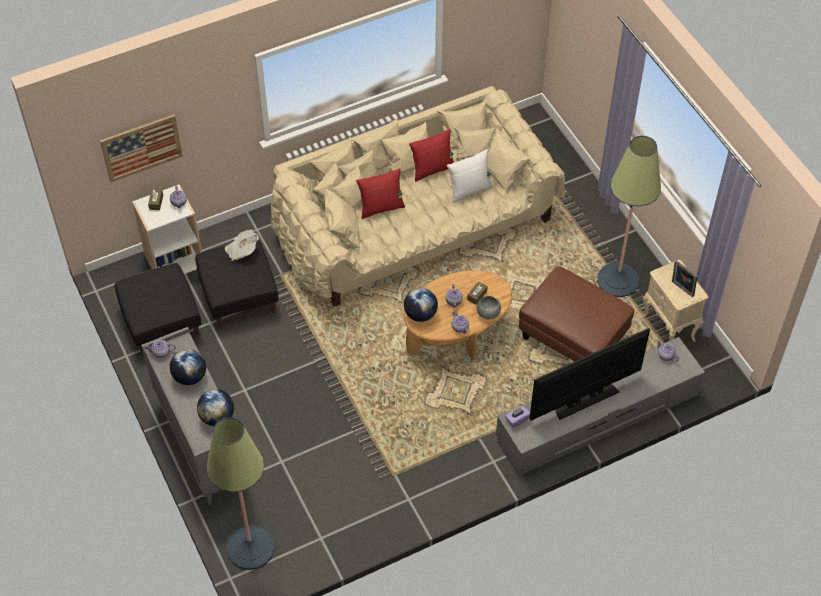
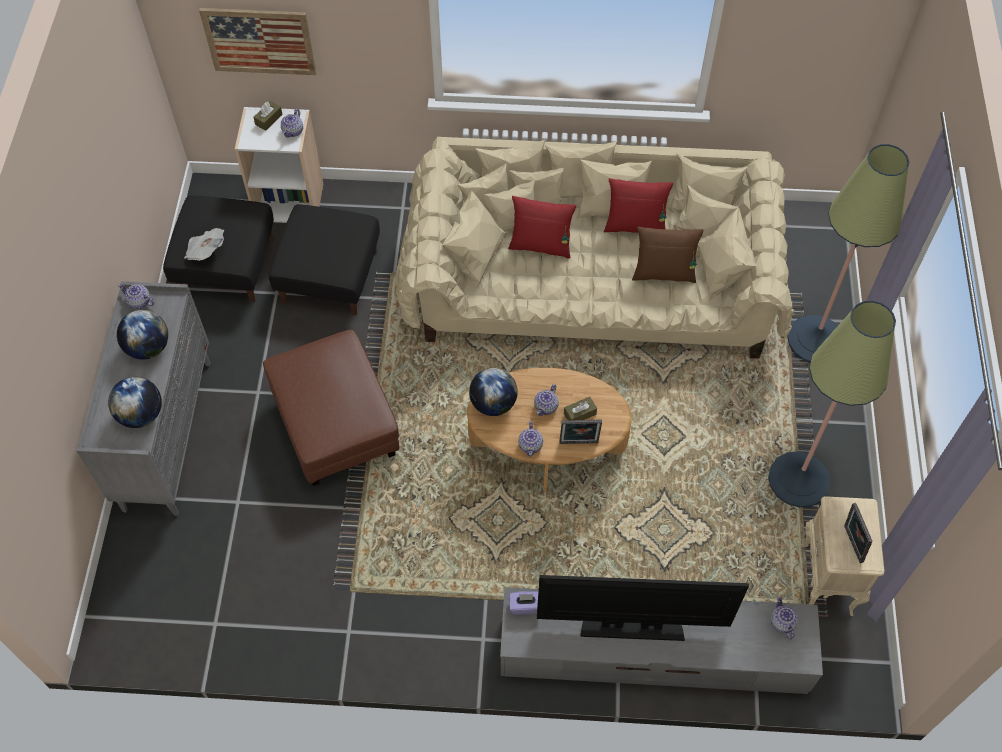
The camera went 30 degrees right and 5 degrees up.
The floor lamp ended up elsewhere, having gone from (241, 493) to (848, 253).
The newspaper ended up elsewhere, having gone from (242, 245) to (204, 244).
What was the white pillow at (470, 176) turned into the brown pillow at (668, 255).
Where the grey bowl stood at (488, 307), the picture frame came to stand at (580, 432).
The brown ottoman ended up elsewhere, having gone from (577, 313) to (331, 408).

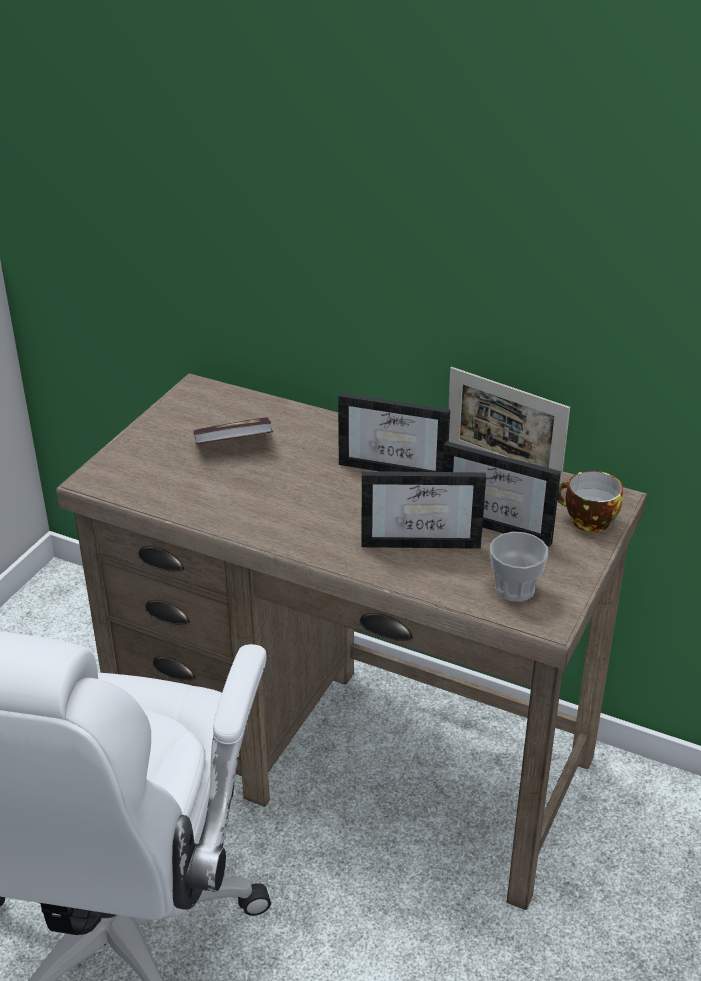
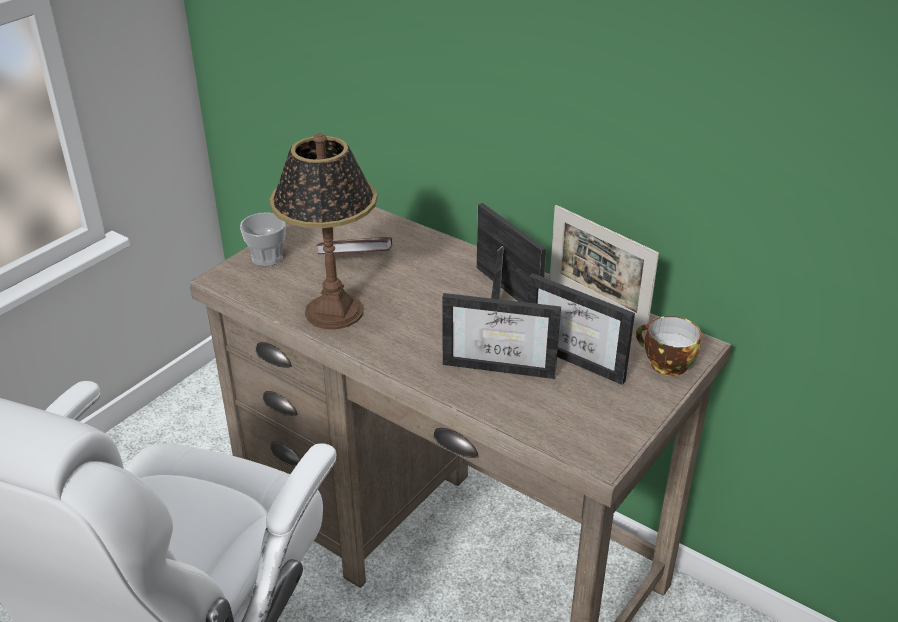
The camera went 10 degrees right and 0 degrees up.
The picture frame at (394, 432) ended up facing another way, 150 degrees counterclockwise from before.
The cup ended up elsewhere, having gone from (519, 567) to (263, 239).
The second view gained the table lamp at (323, 231).

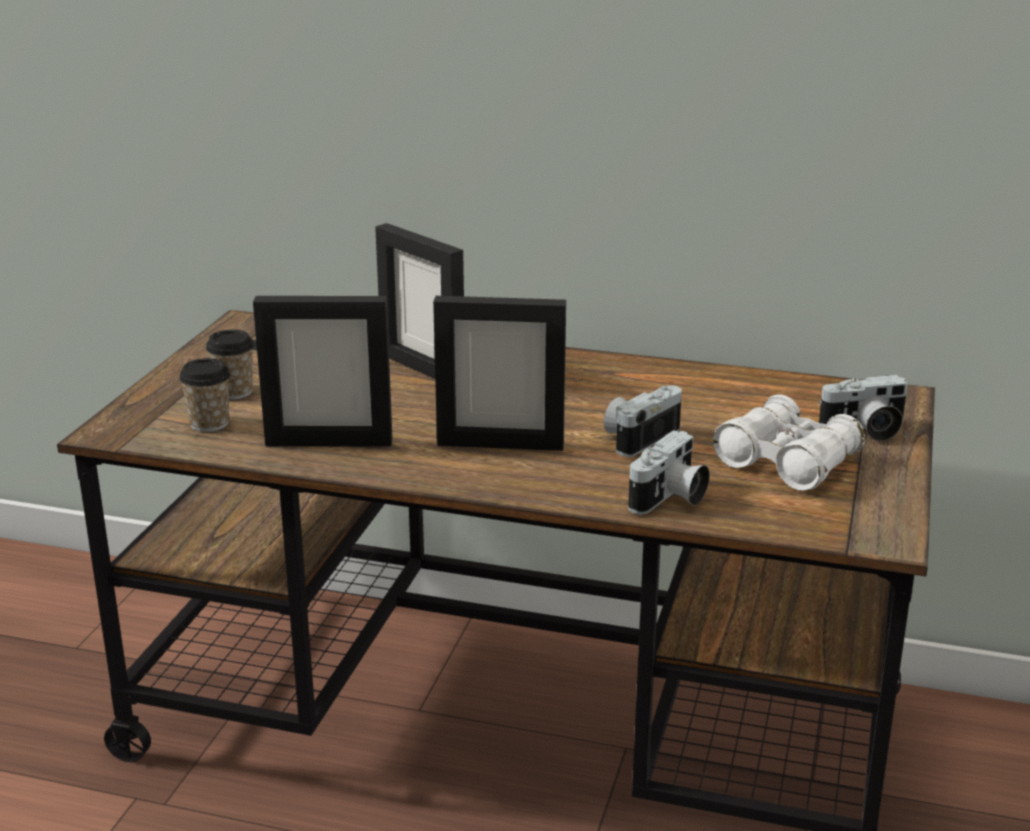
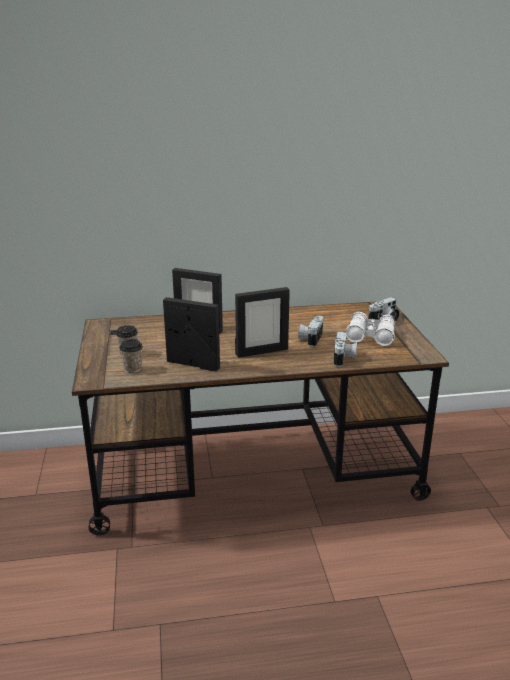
The camera went 25 degrees left and 0 degrees up.
The picture frame at (323, 371) ended up facing another way, 135 degrees counterclockwise from before.

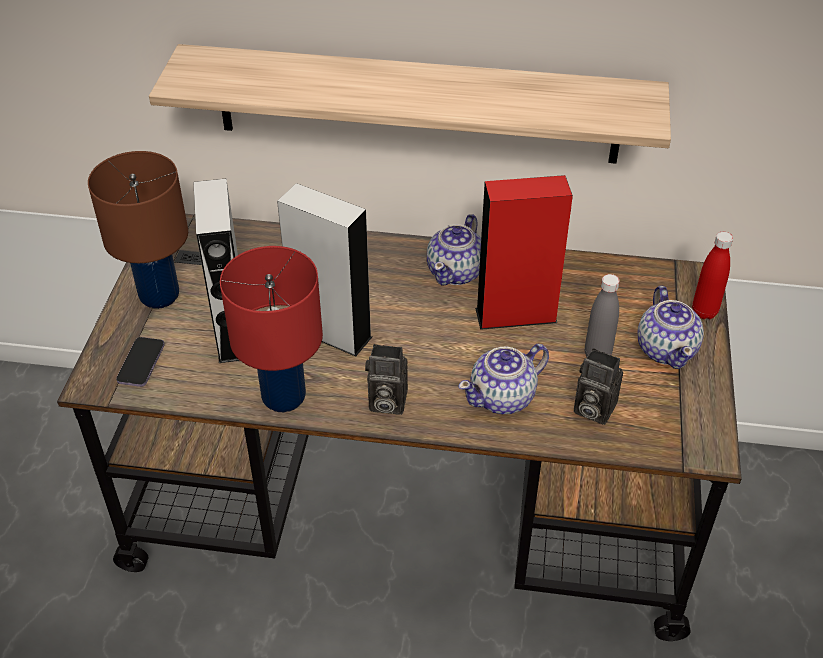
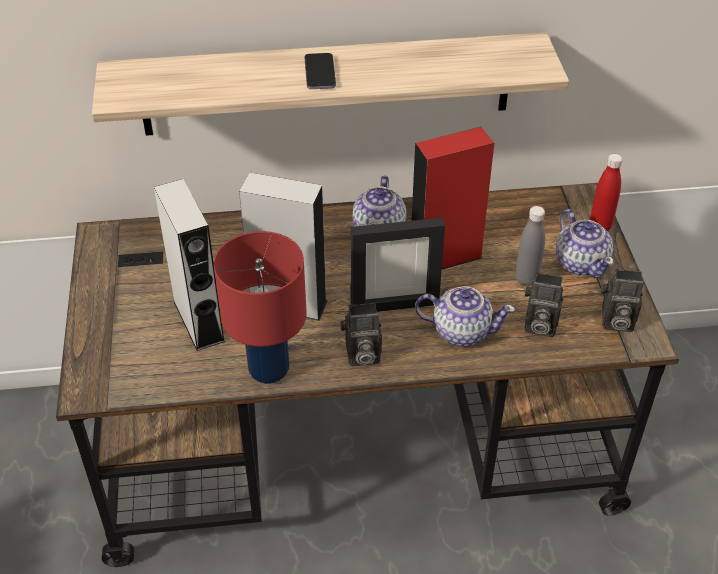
The camera went 15 degrees left and 0 degrees up.
The second view lost the brown table lamp at (138, 230).
The phone ended up elsewhere, having gone from (140, 362) to (320, 71).
The teapot at (503, 379) ended up facing another way, 120 degrees counterclockwise from before.
The second view gained the picture frame at (398, 265).
The second view gained the photo camera at (623, 300).

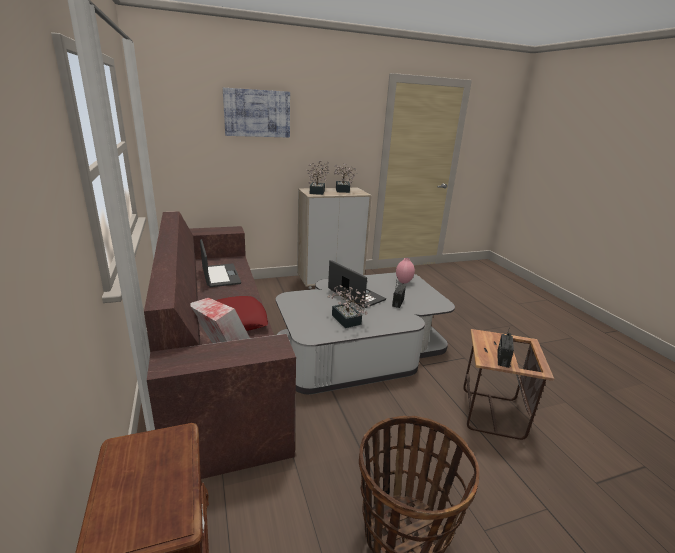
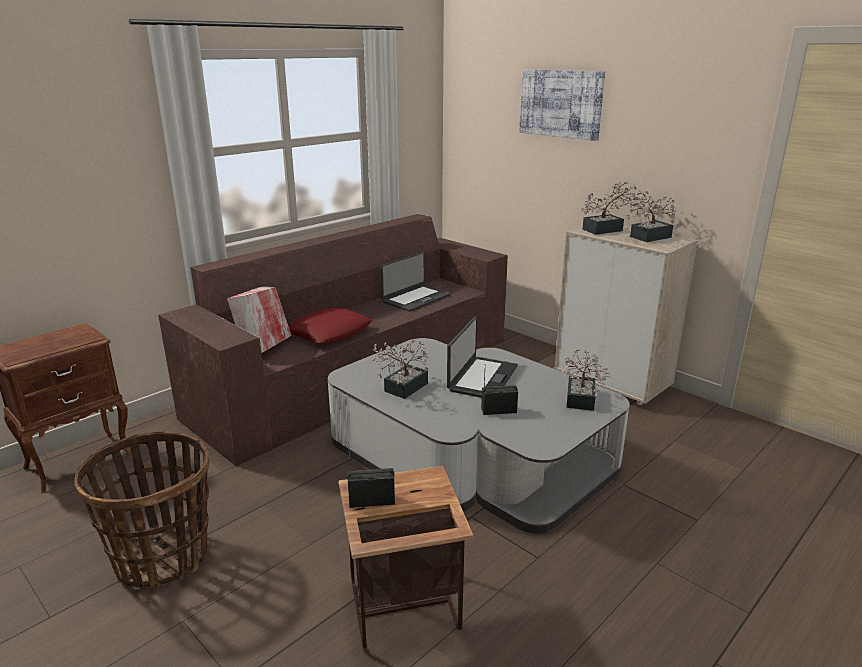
The camera went 65 degrees right and 0 degrees up.
Where the pink vase stood at (405, 271), the potted plant came to stand at (586, 380).

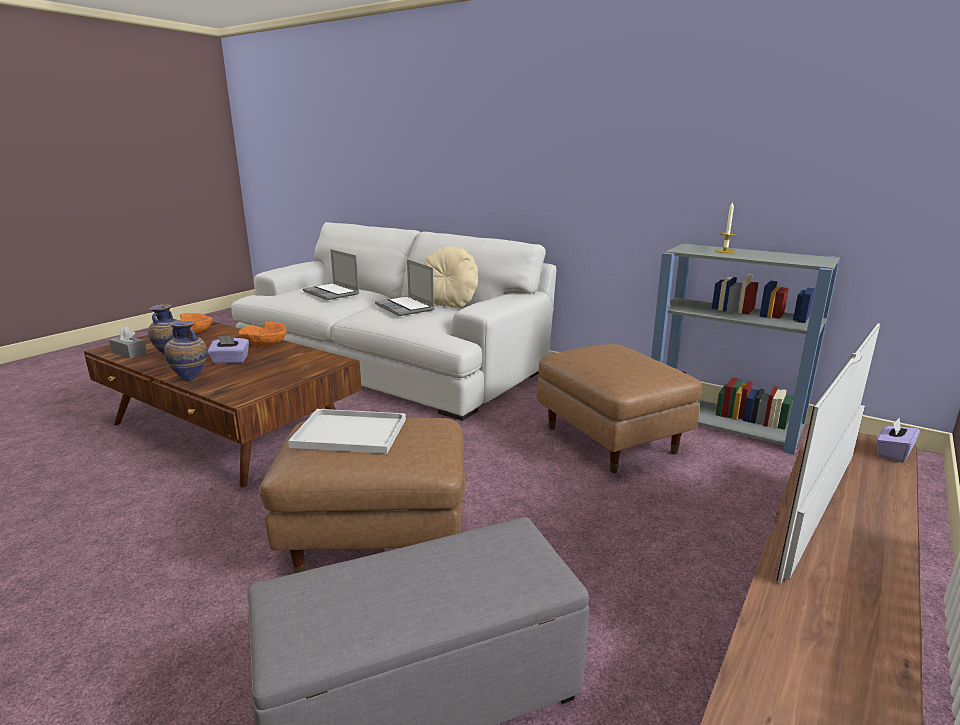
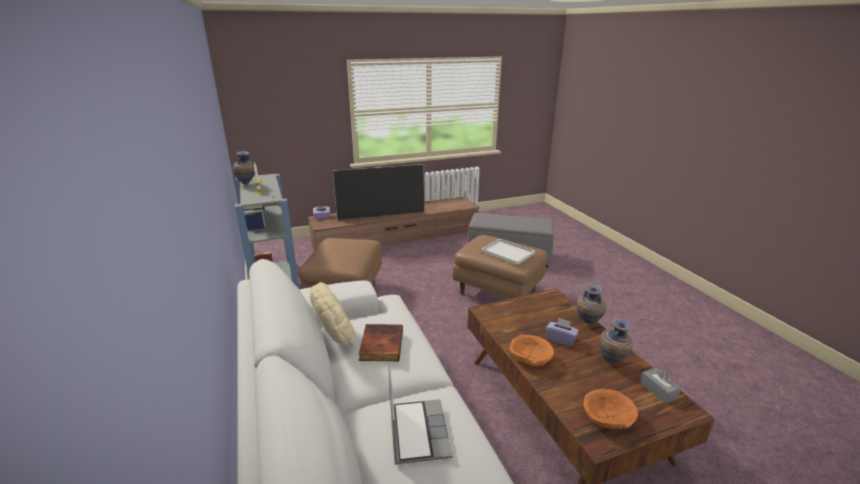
The camera went 145 degrees left and 5 degrees up.
Where the laptop stood at (405, 287), the book came to stand at (381, 342).
The second view gained the vase at (244, 168).

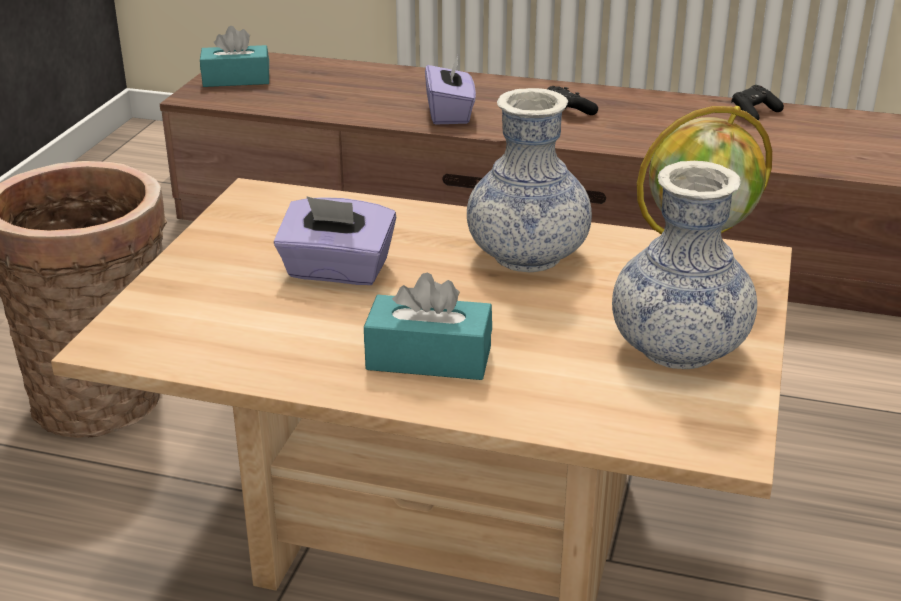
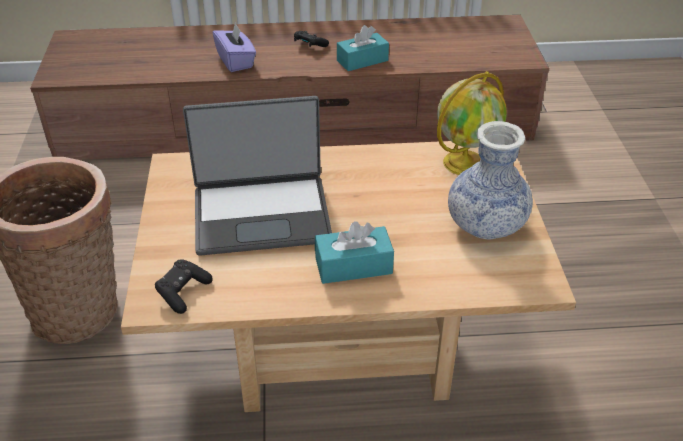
The camera went 20 degrees left and 10 degrees up.
The turquoise tissue box ended up elsewhere, having gone from (234, 56) to (363, 48).
Where the purple tissue box stood at (335, 240), the laptop came to stand at (257, 176).
The second view lost the vase at (529, 180).
The black game controller ended up elsewhere, having gone from (757, 103) to (184, 286).

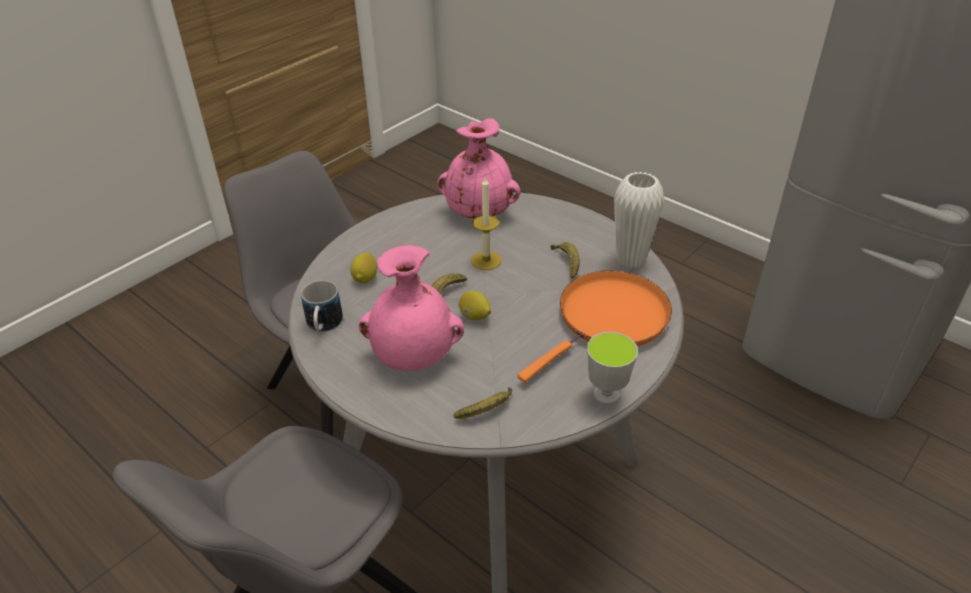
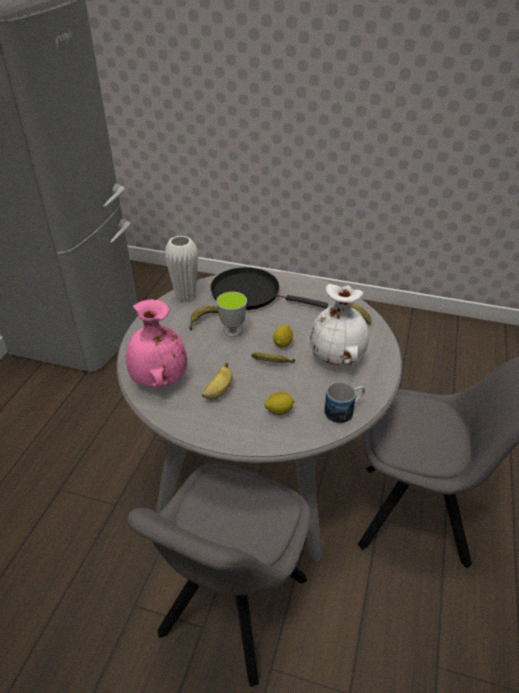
The camera went 115 degrees left and 0 degrees up.
What was the pink vase at (411, 308) turned into the white vase at (339, 324).
The second view lost the candle at (486, 223).
What was the orange frying pan at (594, 327) turned into the black frying pan at (269, 288).
The cup ended up elsewhere, having gone from (612, 368) to (232, 314).
The second view gained the banana at (217, 380).

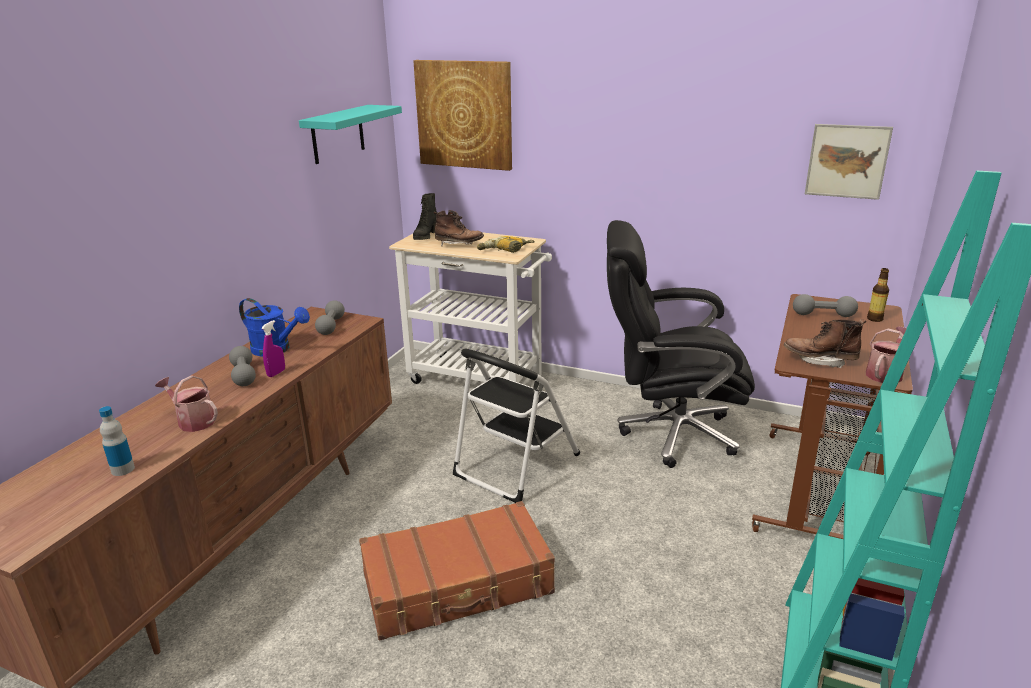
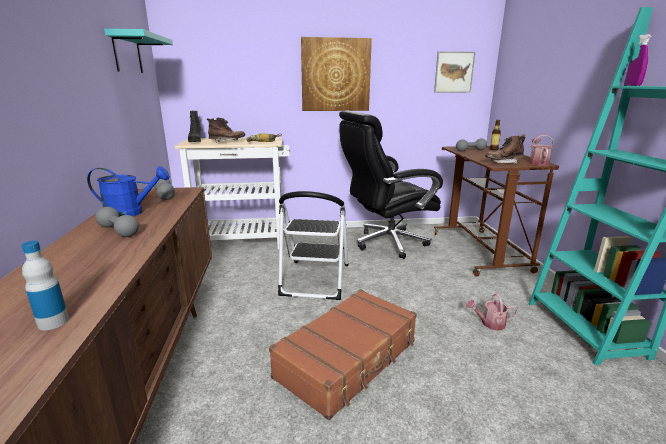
The camera went 30 degrees left and 5 degrees down.
The watering can ended up elsewhere, having gone from (186, 403) to (492, 312).
The purple spray bottle ended up elsewhere, having gone from (273, 348) to (638, 60).
The picture ended up elsewhere, having gone from (462, 115) to (336, 74).

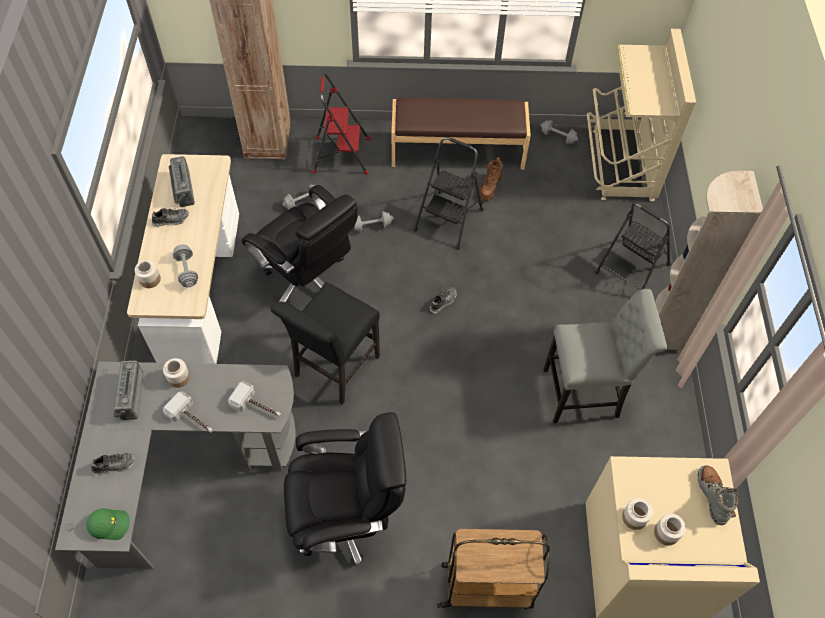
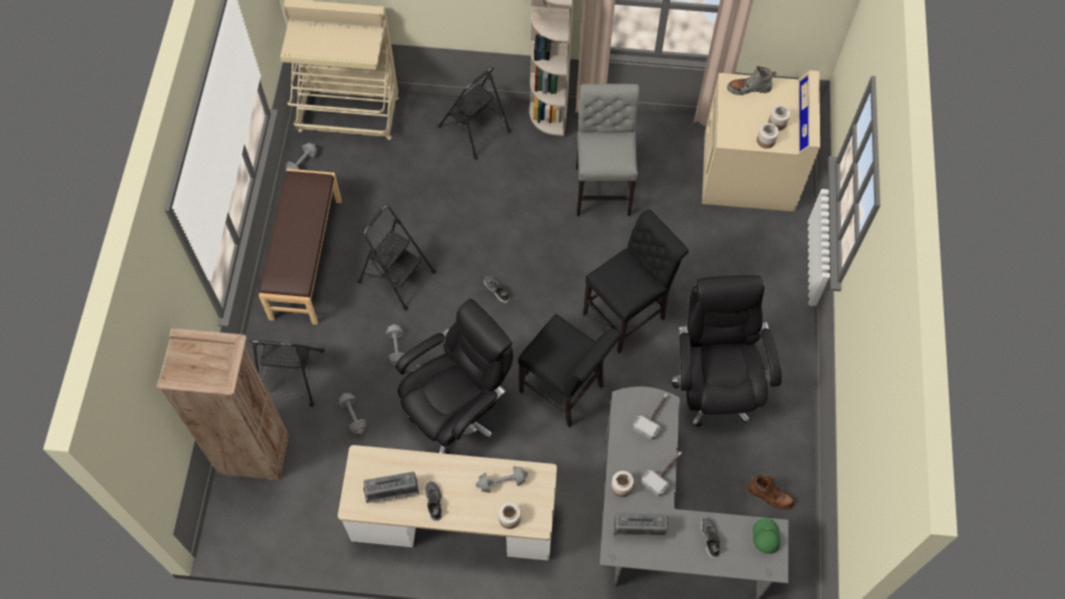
The camera went 85 degrees left and 5 degrees up.
What was the red step ladder at (341, 124) turned into the black step ladder at (287, 373).
The second view lost the brown cart at (493, 569).
The brown boot ended up elsewhere, having gone from (491, 179) to (771, 492).
The second view gained the black stool at (636, 281).

